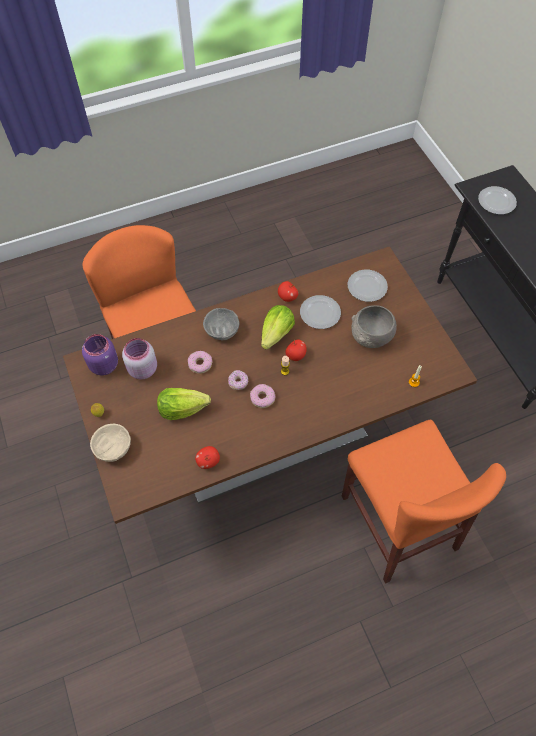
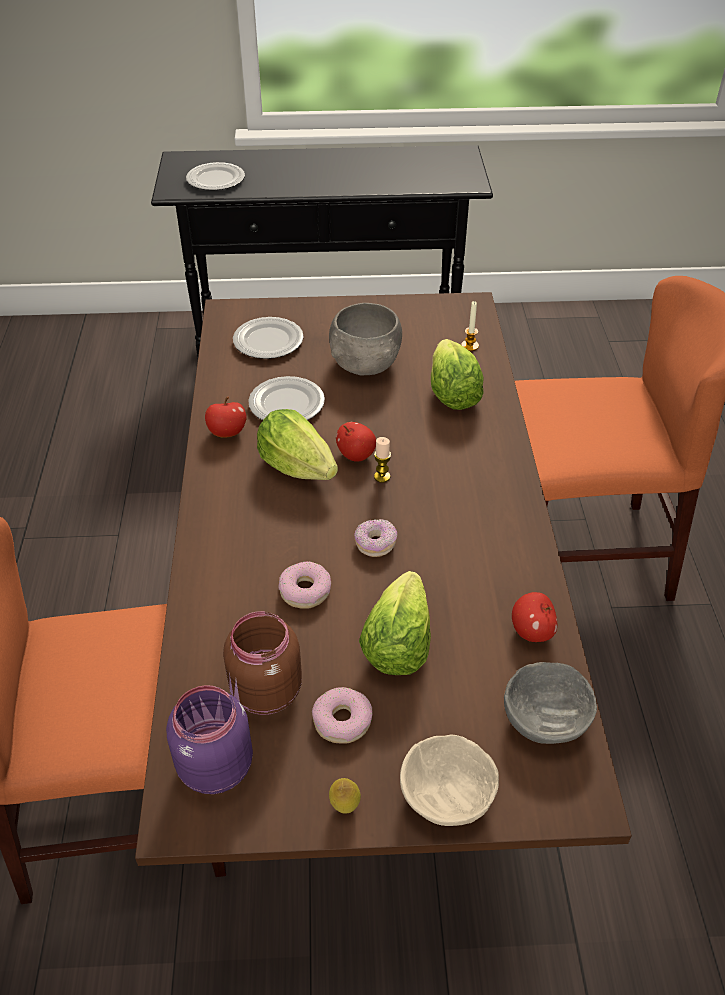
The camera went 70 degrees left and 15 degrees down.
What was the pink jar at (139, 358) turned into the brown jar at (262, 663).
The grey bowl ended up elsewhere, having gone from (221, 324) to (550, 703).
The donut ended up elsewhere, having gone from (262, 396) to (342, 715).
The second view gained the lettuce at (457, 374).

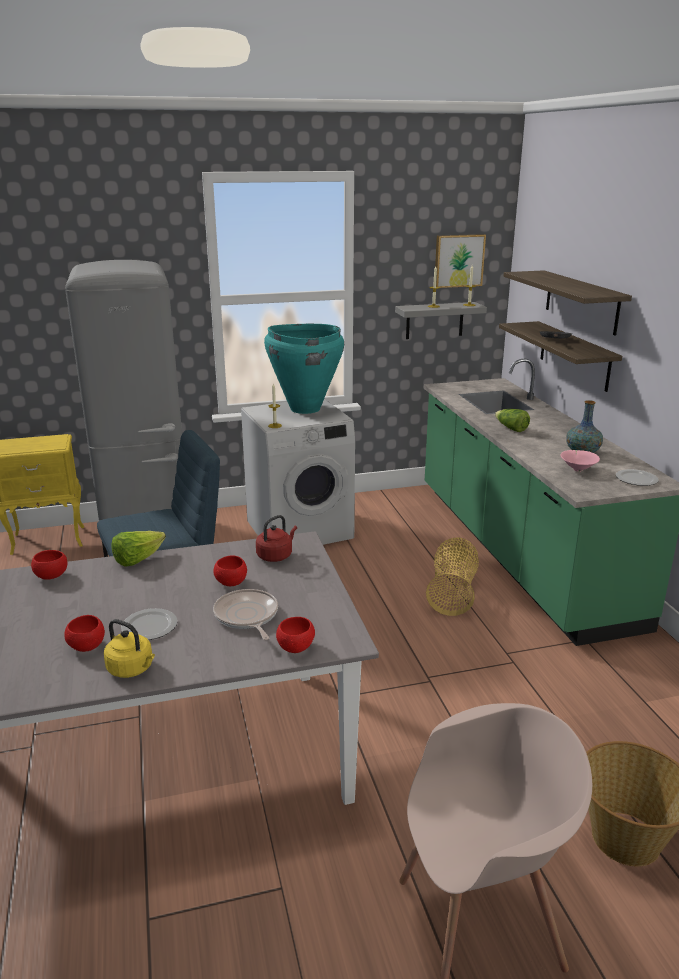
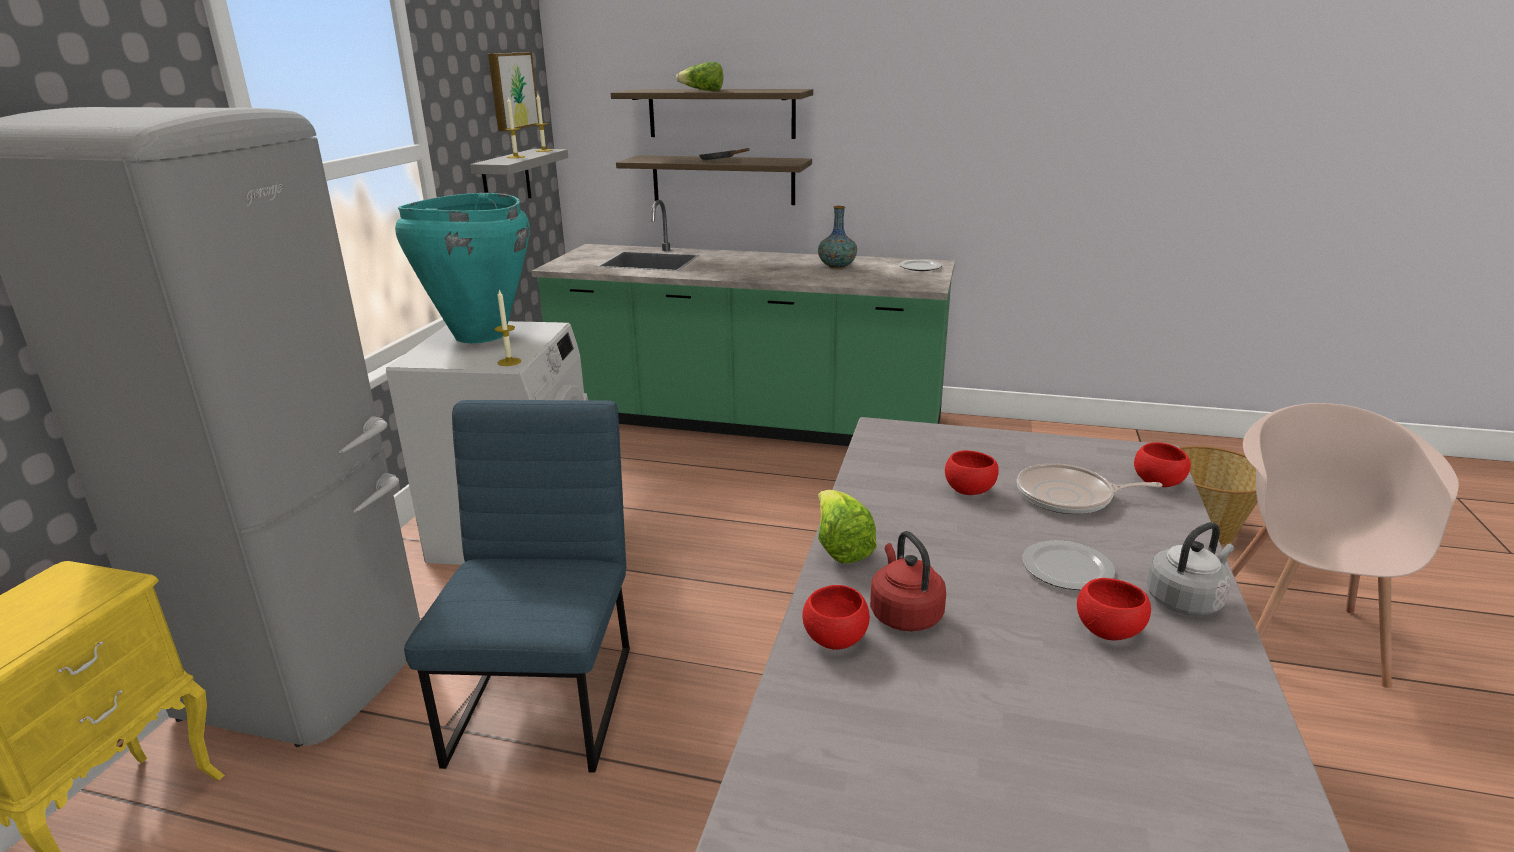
The camera went 60 degrees left and 0 degrees up.
What was the yellow kettle at (129, 648) turned into the grey kettle at (1190, 569).
The red kettle ended up elsewhere, having gone from (276, 538) to (908, 581).
The second view lost the basket at (452, 577).
The lettuce ended up elsewhere, having gone from (512, 420) to (699, 76).
The second view lost the pink bowl at (580, 461).

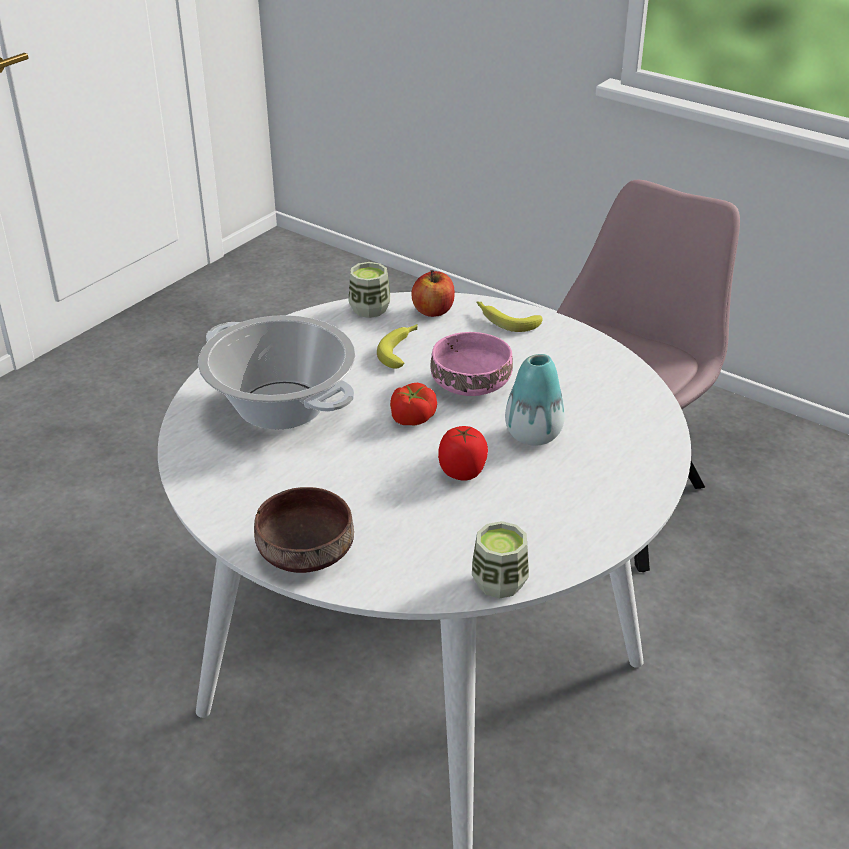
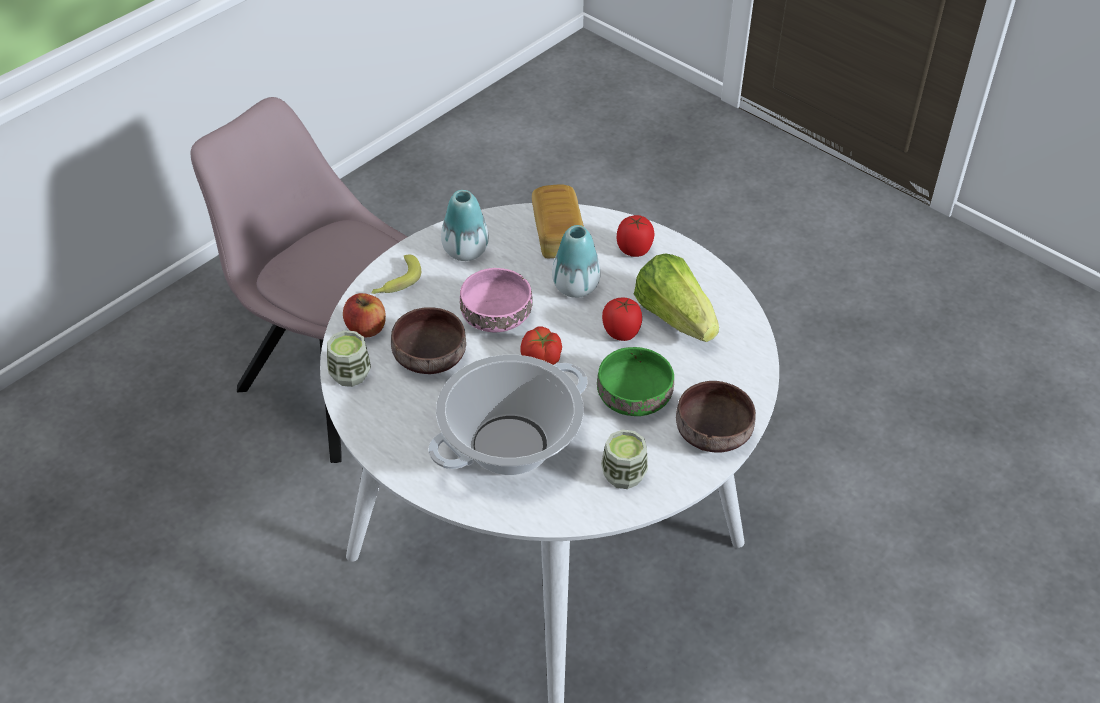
The camera went 85 degrees left and 10 degrees up.
Where the banana stood at (397, 346), the brown bowl came to stand at (428, 340).
The cup ended up elsewhere, having gone from (500, 559) to (624, 459).
The second view gained the vase at (465, 225).
The second view gained the bread at (558, 221).
The second view gained the green bowl at (635, 381).
The second view gained the tomato at (636, 236).
The second view gained the lettuce at (676, 297).

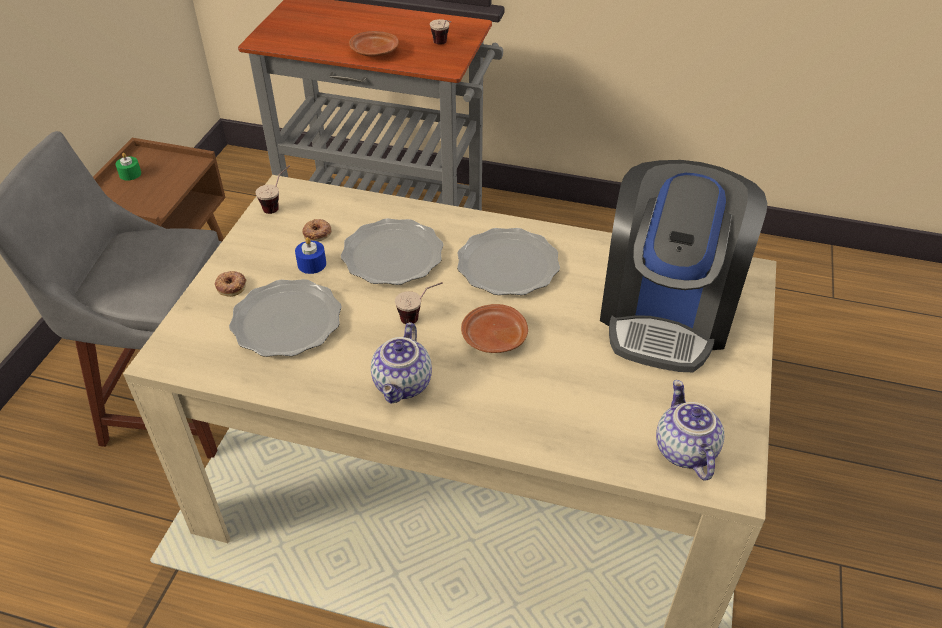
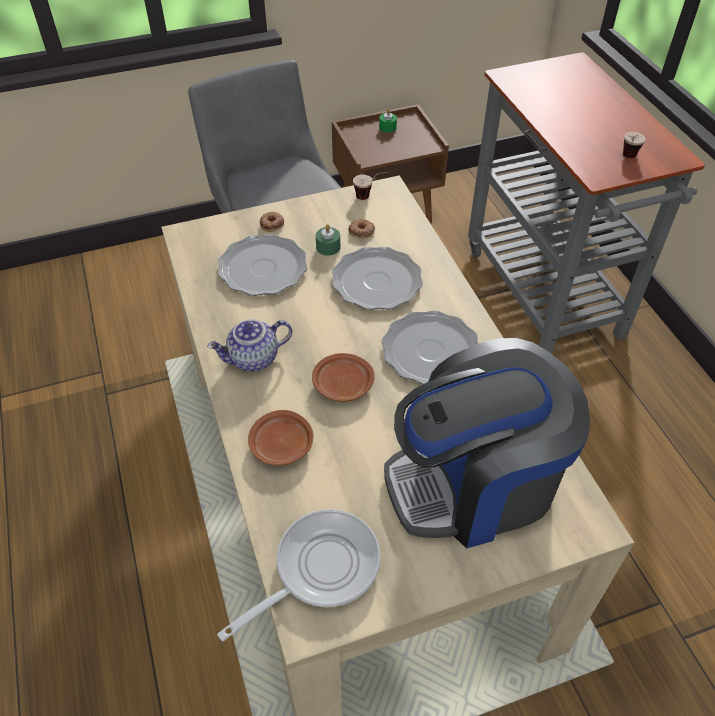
The camera went 55 degrees right and 5 degrees up.
What was the blue candle at (310, 255) turned into the green candle at (328, 240).
The brown plate ended up elsewhere, having gone from (374, 44) to (280, 438).
The second view lost the cup at (419, 303).
Where the teapot stood at (690, 430), the frying pan came to stand at (298, 575).

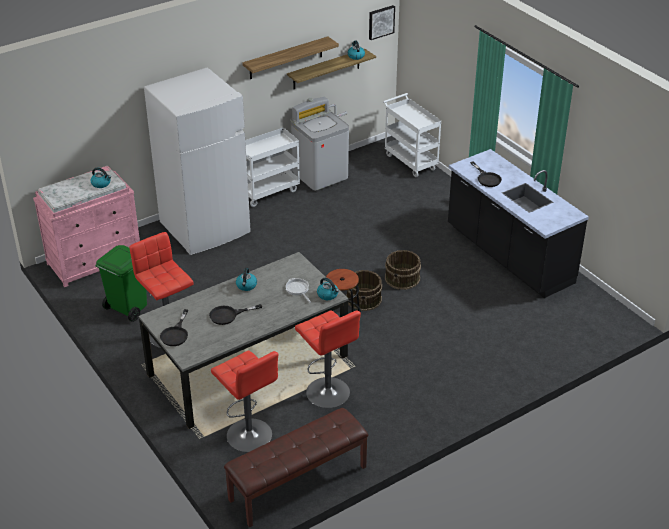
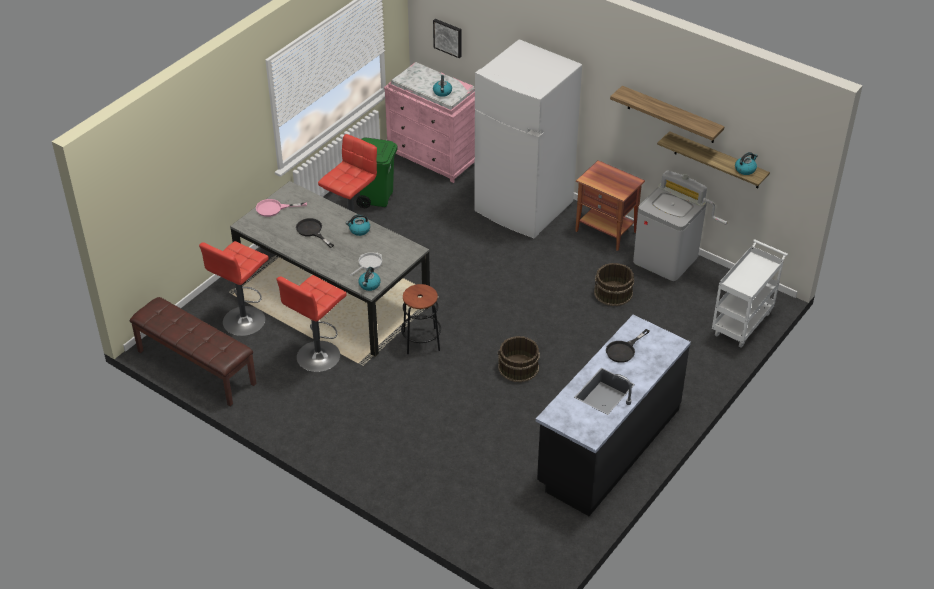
The camera went 70 degrees right and 5 degrees up.
What was the black frying pan at (174, 327) turned into the pink frying pan at (281, 208).
Where the white cart stood at (272, 167), the nightstand came to stand at (610, 205).
The brown bucket ended up elsewhere, having gone from (364, 290) to (614, 284).
The picture ended up elsewhere, having gone from (382, 22) to (447, 38).

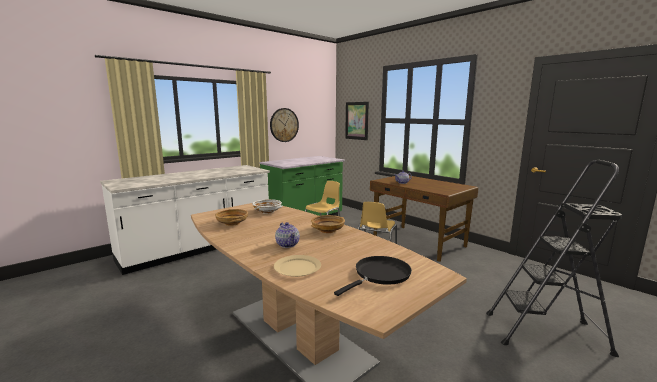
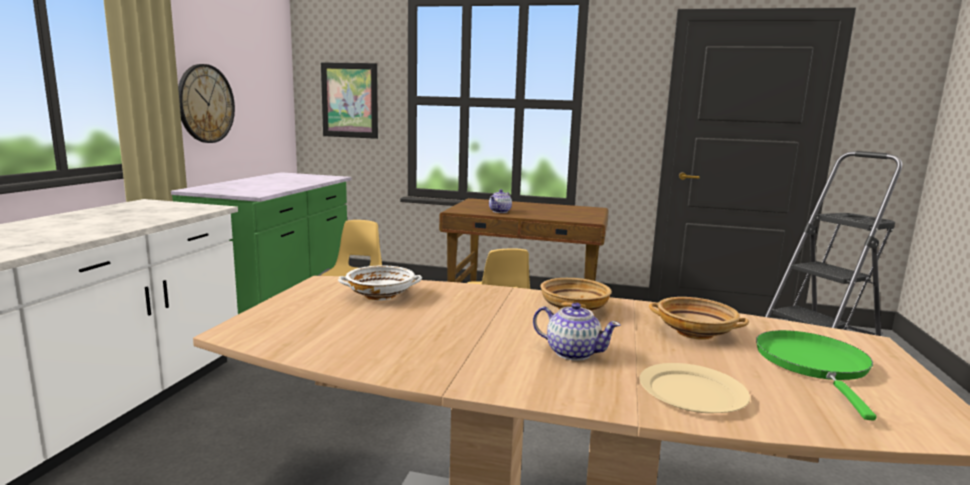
The camera went 35 degrees left and 0 degrees up.
The beige bowl ended up elsewhere, having gone from (231, 217) to (699, 318).
What was the black frying pan at (373, 276) turned into the green frying pan at (816, 375).

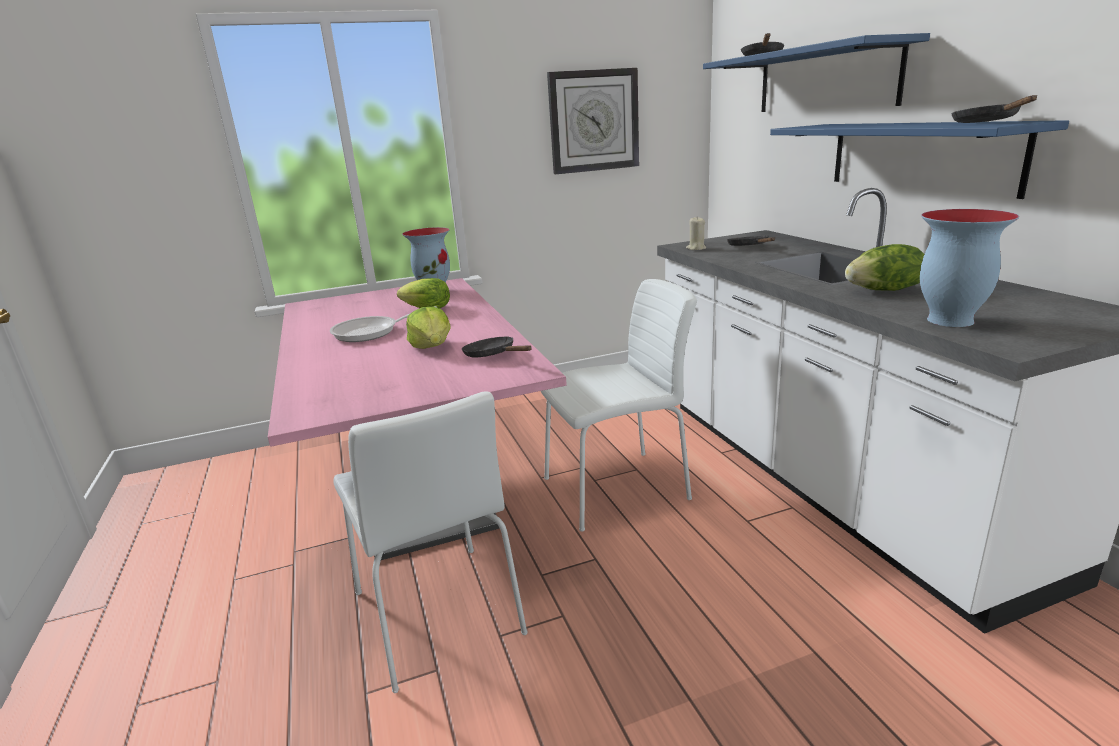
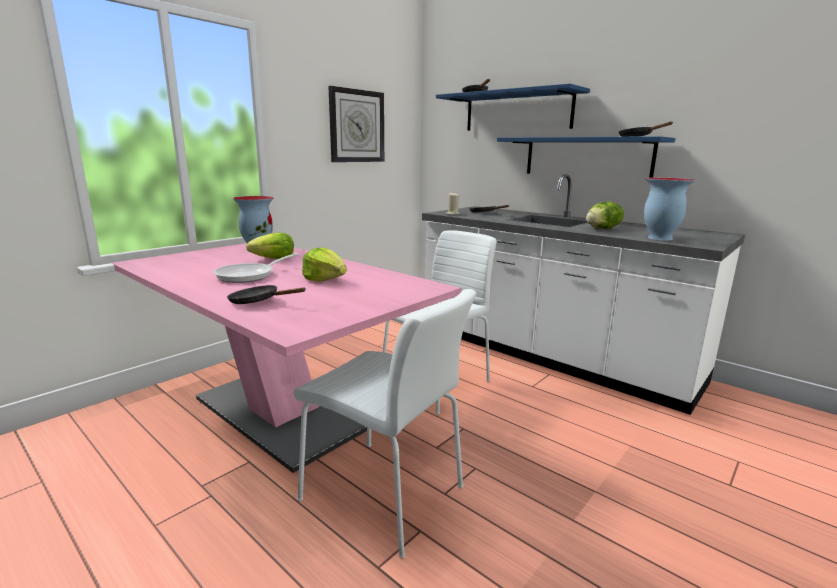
The camera went 30 degrees left and 5 degrees down.
The black frying pan ended up elsewhere, having gone from (497, 346) to (266, 294).

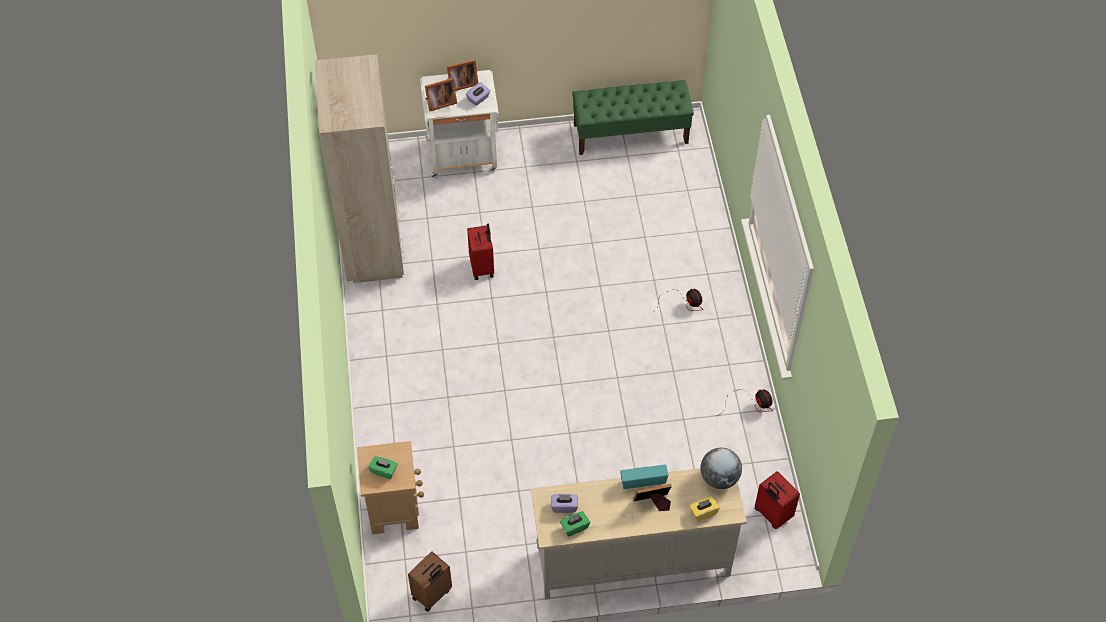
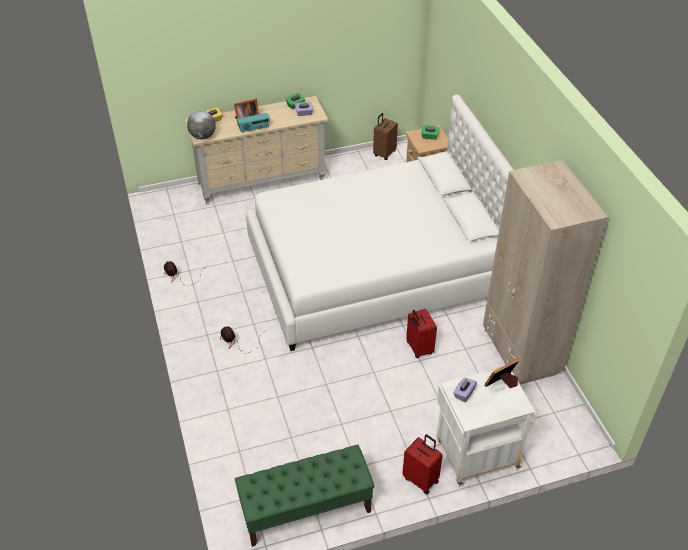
The camera went 170 degrees right and 10 degrees down.
The second view lost the picture frame at (462, 75).
The red suitcase ended up elsewhere, having gone from (777, 500) to (422, 464).
The second view gained the white bed at (380, 223).

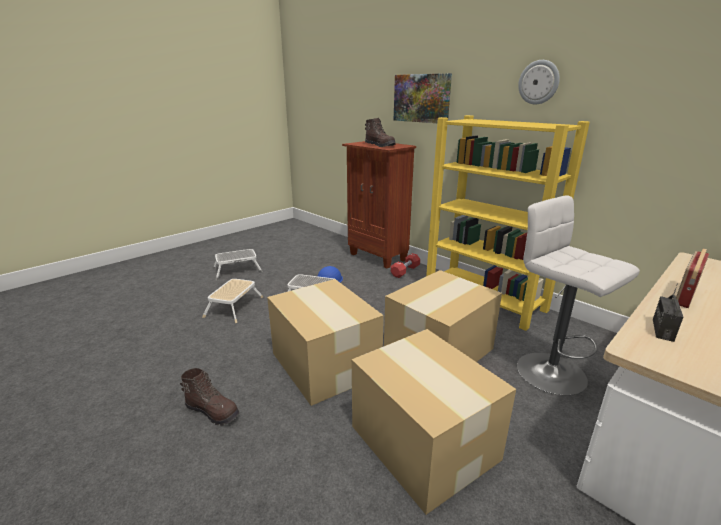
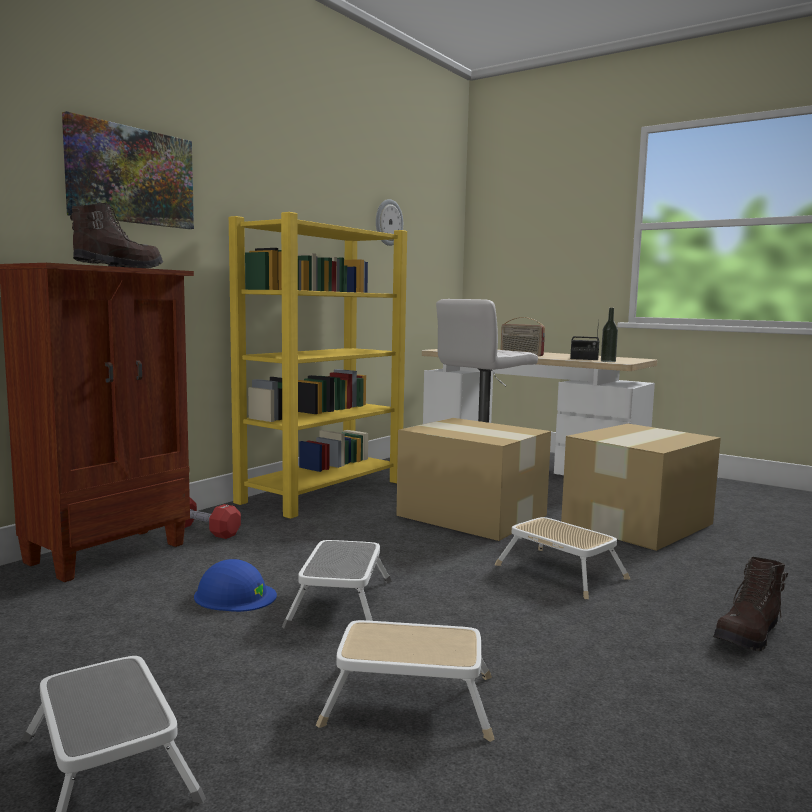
The camera went 100 degrees left and 15 degrees down.
The brown boot at (209, 397) ended up facing another way, 150 degrees counterclockwise from before.
Where the cardboard box stood at (325, 342), the beige step ladder came to stand at (562, 558).
The wall clock ended up elsewhere, having gone from (539, 82) to (389, 222).
The second view gained the bottle at (609, 335).

